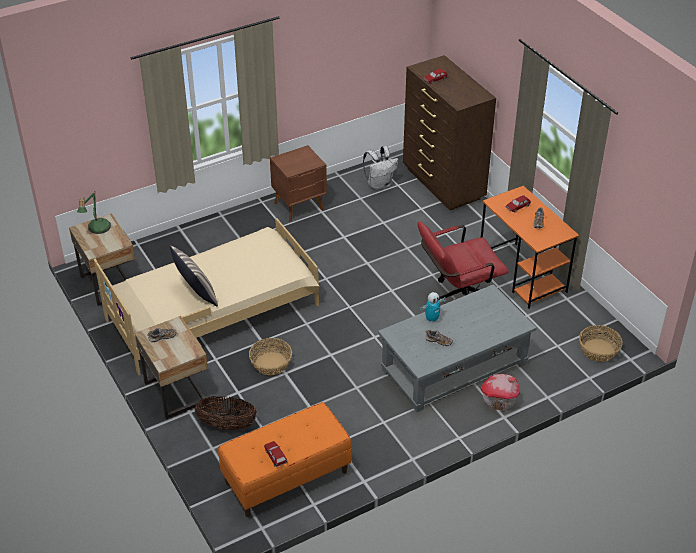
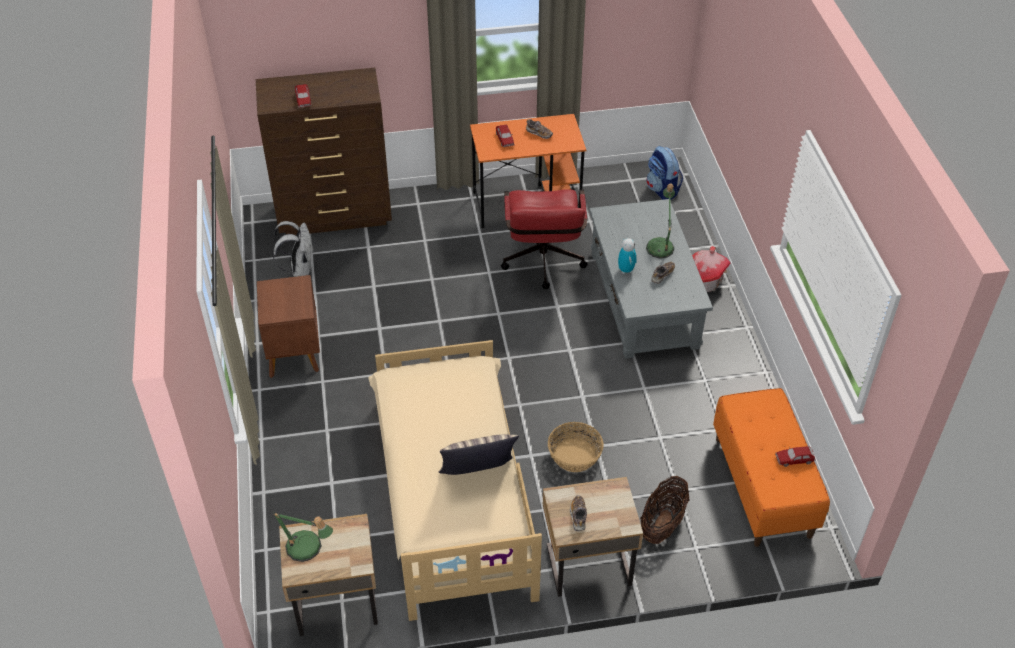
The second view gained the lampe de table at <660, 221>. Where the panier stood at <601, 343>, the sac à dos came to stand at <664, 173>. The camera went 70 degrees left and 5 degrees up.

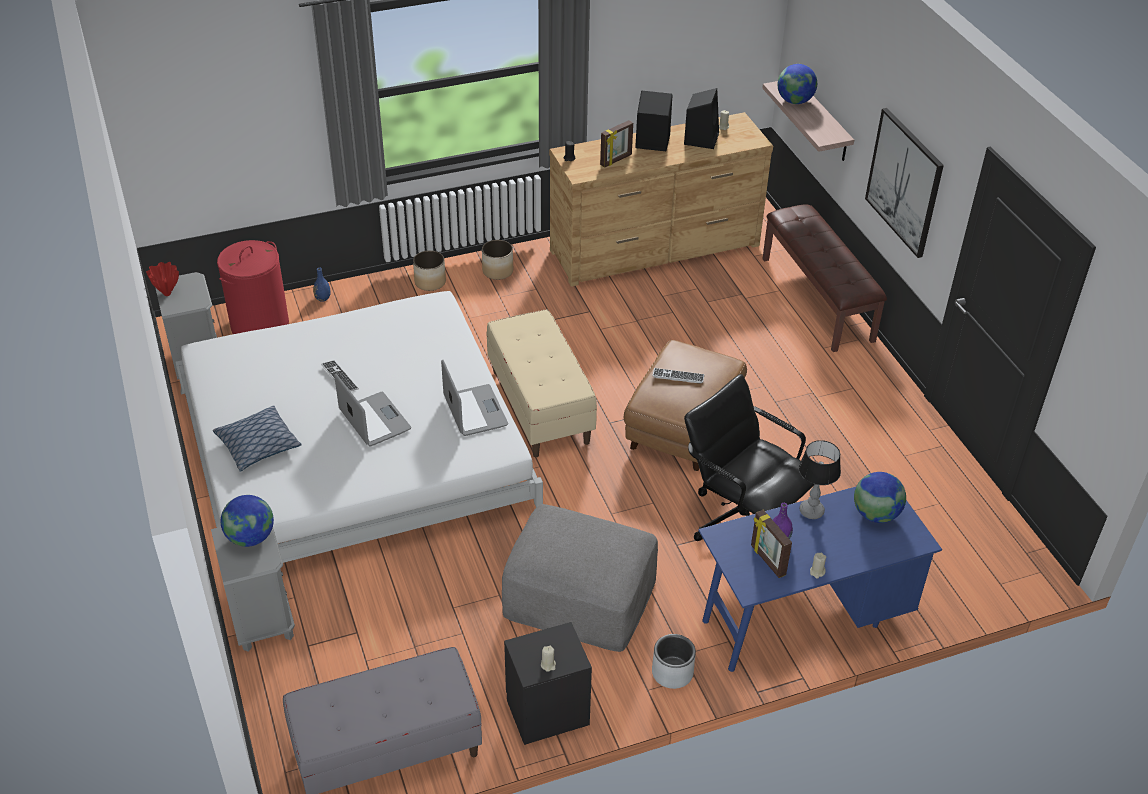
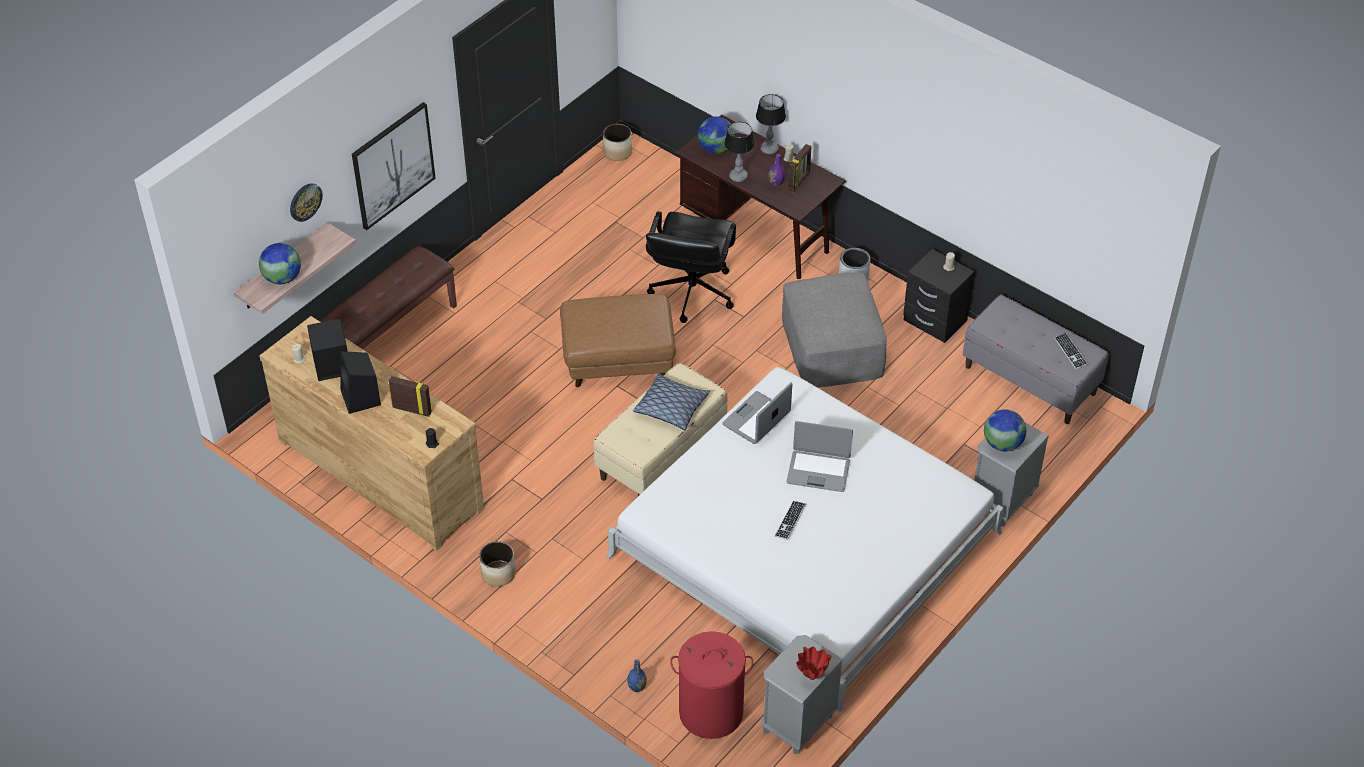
The second view gained the horloge murale at <306, 202>. The second view gained the lampe de table at <771, 124>. The coussin ended up elsewhere, having gone from <257, 438> to <671, 401>. The cache-pot ended up elsewhere, having gone from <429, 270> to <617, 142>. The clavier ended up elsewhere, having gone from <678, 376> to <1071, 351>. What was the bureau [bleu] at <820, 579> turned into the bureau [marron] at <760, 197>. The ordinateur portable at <372, 410> ended up facing another way, 105 degrees counterclockwise from before. The camera went 120 degrees left and 5 degrees up.

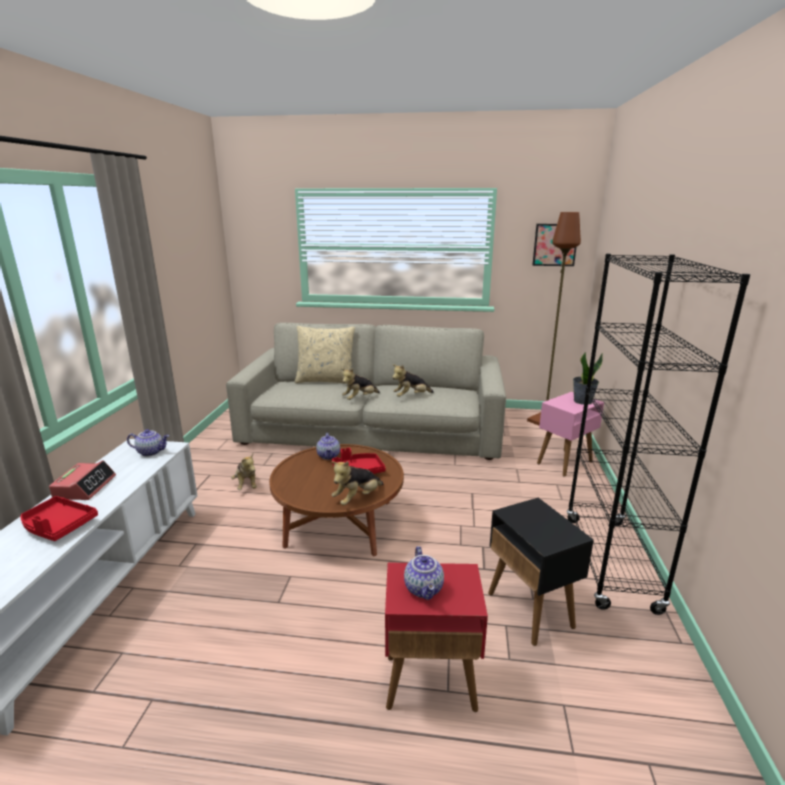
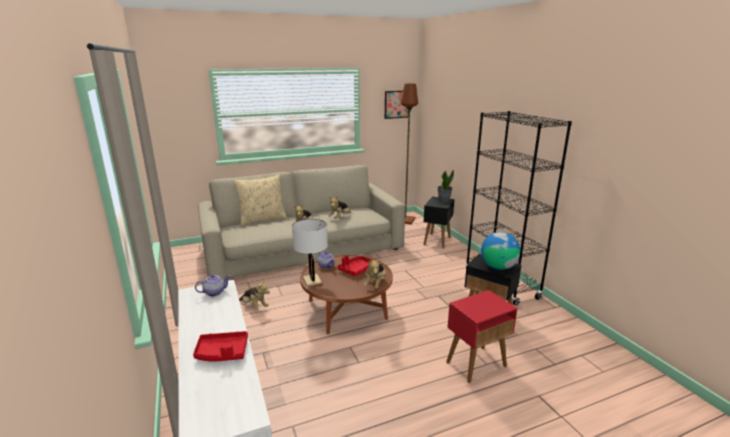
The second view lost the réveil at <82, 480>. The second view lost the théière at <424, 573>. The second view gained the lampe de table [blanc] at <310, 253>. The second view gained the globe at <500, 251>. What was the table d'appoint [rose] at <570, 434> turned into the table d'appoint [noir] at <438, 223>. The camera went 30 degrees left and 0 degrees up.

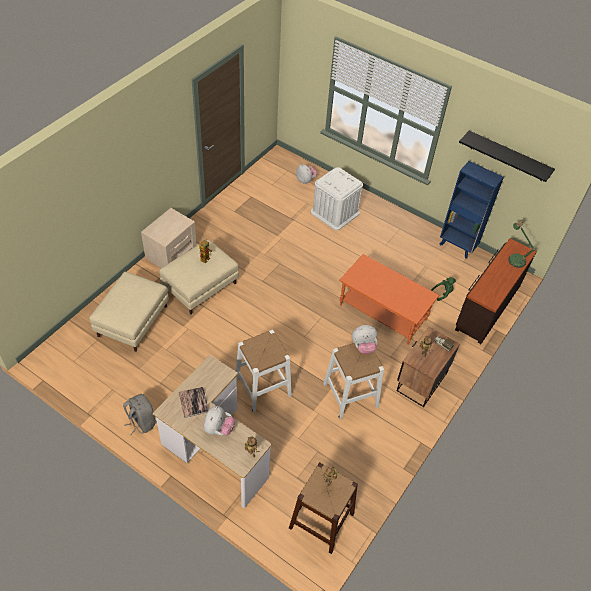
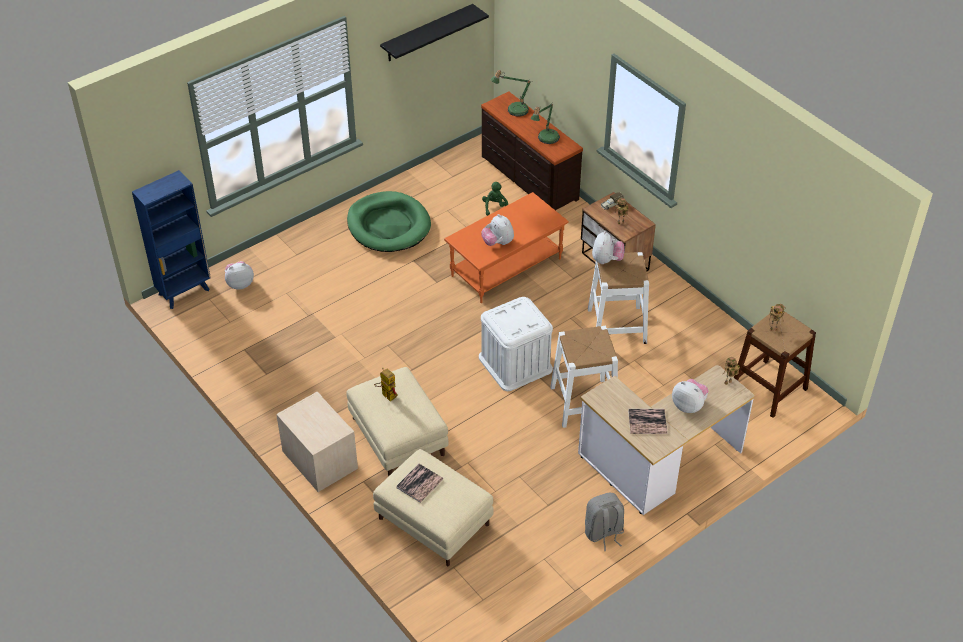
The second view gained the panier pour chien [vert] at <389, 221>. The second view gained the livre at <419, 483>. The second view gained the peluche at <497, 230>. The second view gained the lampe de table at <545, 124>. The boîte de rangement [blanc] ended up elsewhere, having gone from <337, 198> to <516, 344>. The bibliothèque [bleu] ended up elsewhere, having gone from <472, 210> to <171, 239>. The camera went 70 degrees left and 5 degrees down.

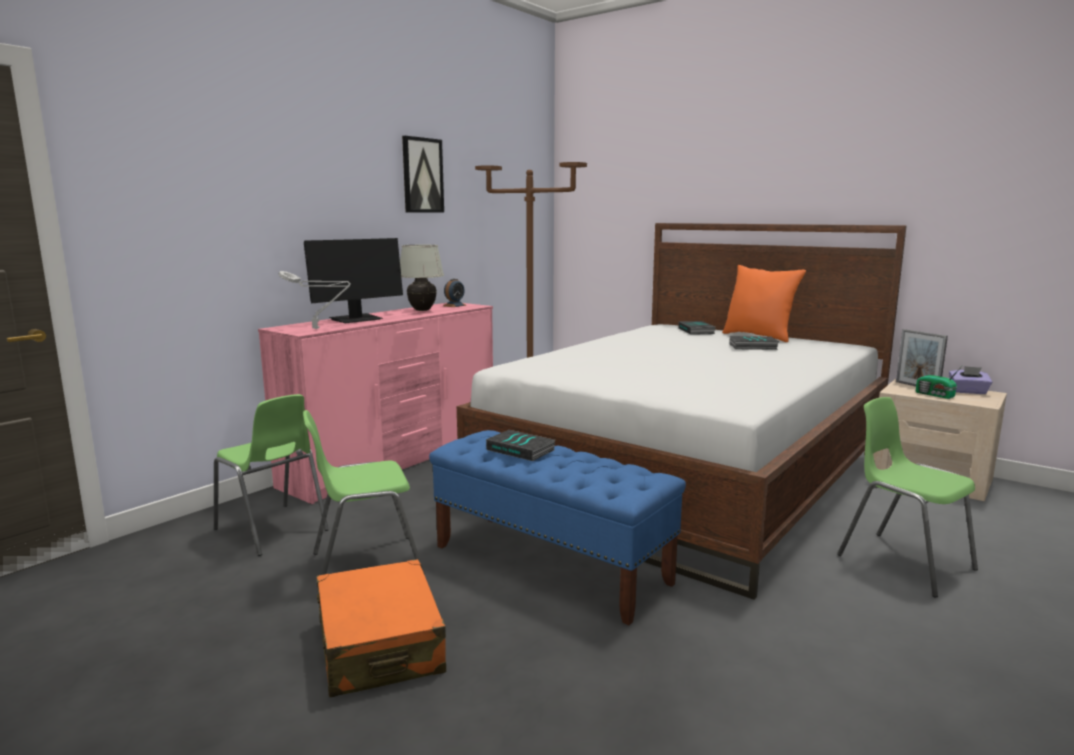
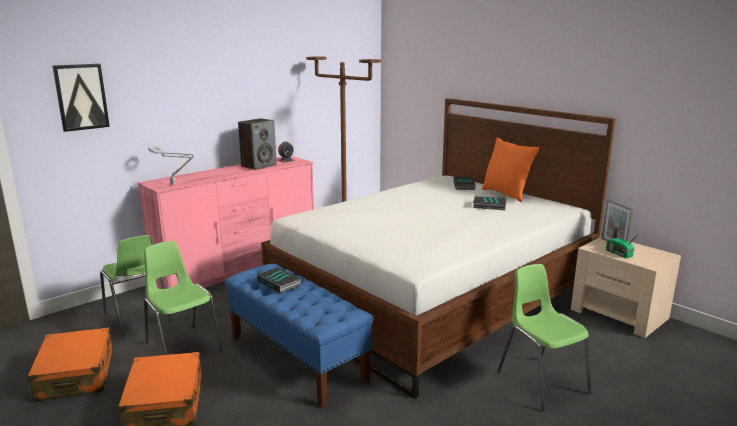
The second view lost the écran d'ordinateur at <353, 280>. The second view lost the boîte à mouchoirs [violet] at <971, 380>. The second view gained the valise [orange] at <70, 364>. The tableau ended up elsewhere, having gone from <423, 174> to <81, 98>. Where the lampe de table [blanc] stood at <422, 278>, the enceinte came to stand at <257, 144>. The chaise [vert] at <364, 500> ended up facing another way, 60 degrees clockwise from before. The camera went 10 degrees right and 5 degrees up.

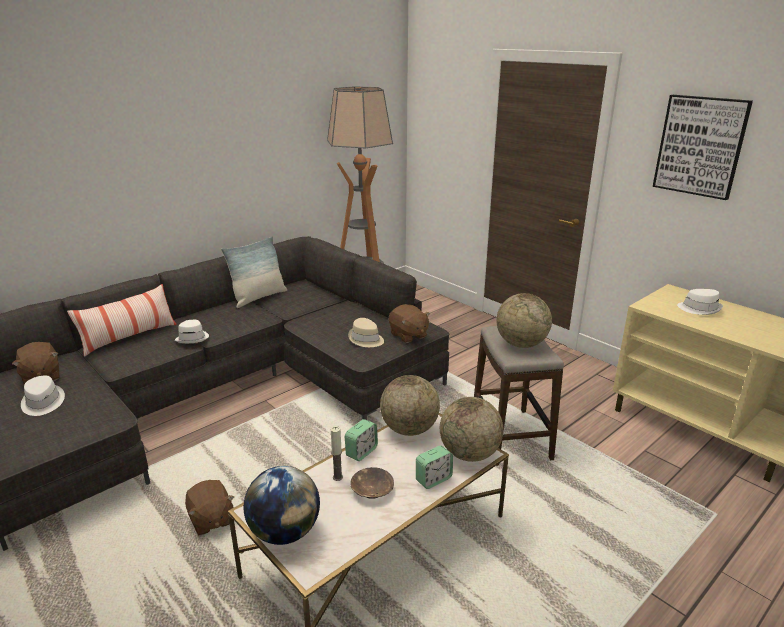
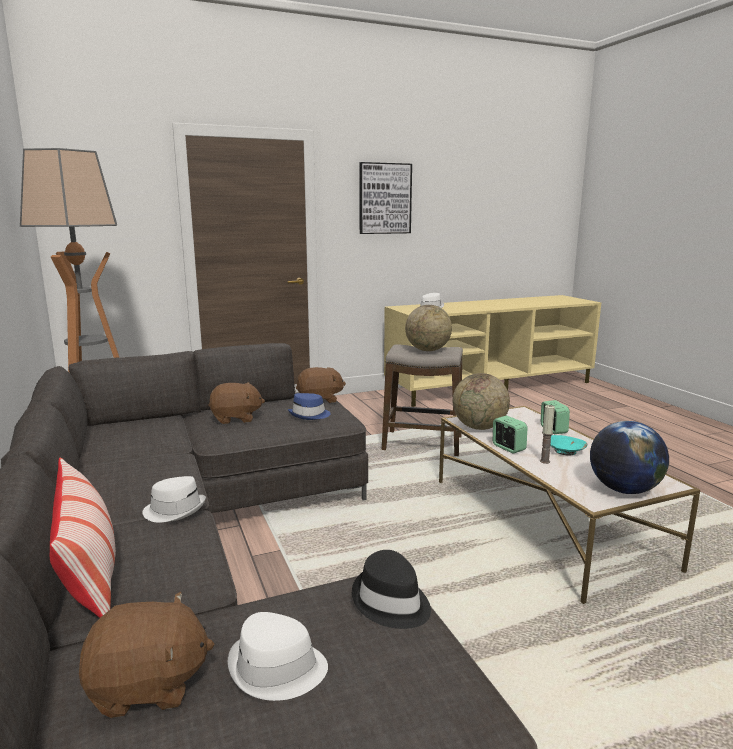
The second view lost the coussin at <254, 272>. The second view lost the globe at <472, 429>. The second view gained the chapeau [noir] at <391, 589>. The peluche [marron] ended up elsewhere, having gone from <209, 507> to <236, 403>. What was the chapeau [beige] at <366, 332> turned into the chapeau [bleu] at <309, 406>. What was the bol [marron] at <372, 483> turned into the bol [turquoise] at <569, 445>. The camera went 70 degrees left and 10 degrees down.

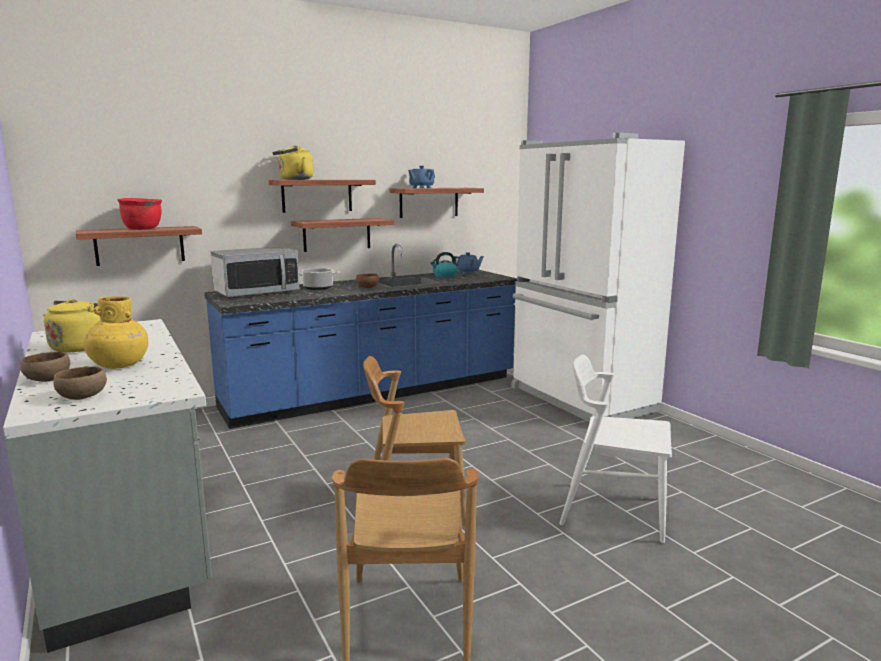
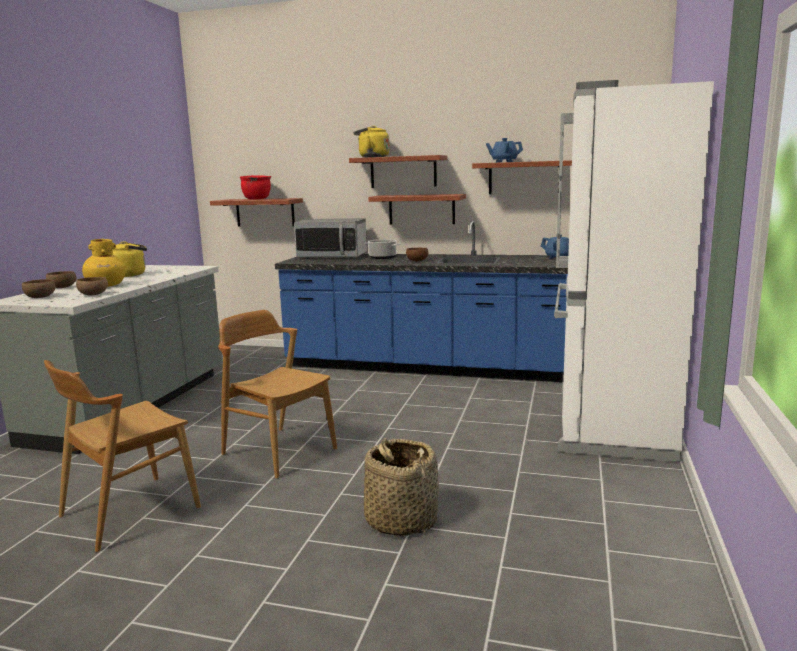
The second view lost the bouilloire at <444, 264>. The second view gained the bol [marron] at <92, 286>. Where the chaise [blanc] stood at <615, 448>, the panier came to stand at <401, 487>. The camera went 45 degrees right and 0 degrees up.

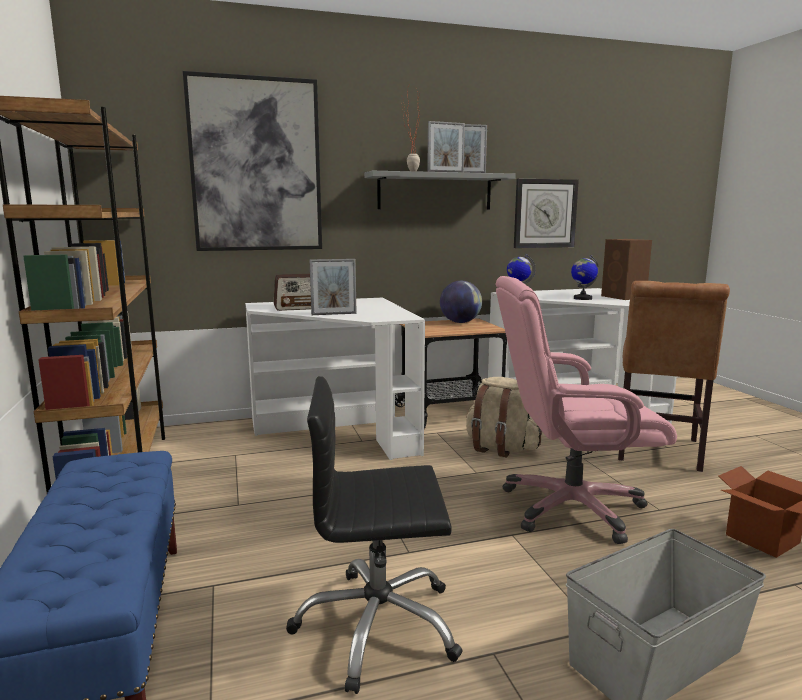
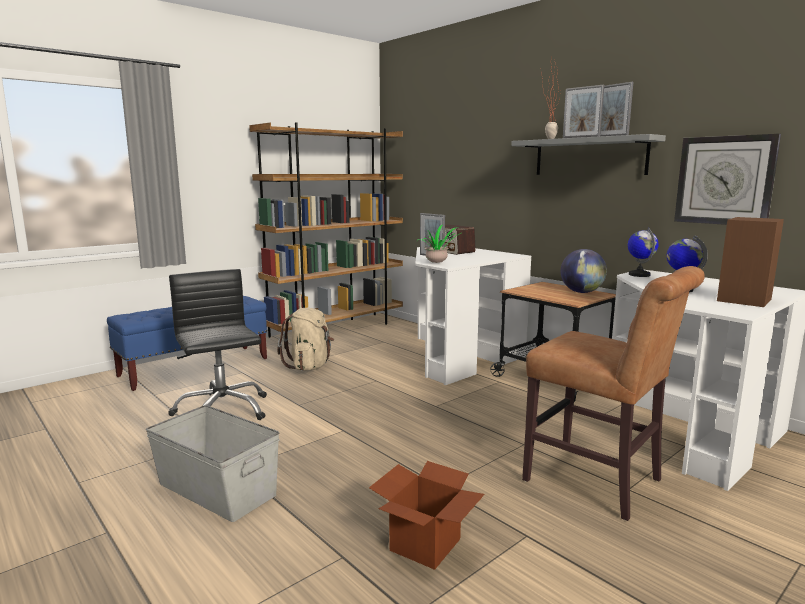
The second view lost the tableau at <252, 161>. The second view lost the chaise de bureau [rose] at <586, 410>. The second view gained the plante en pot at <440, 244>. The sac à dos [beige] ended up elsewhere, having gone from <504, 417> to <305, 339>. The chaise [marron] at <674, 376> ended up facing another way, 135 degrees counterclockwise from before. The camera went 65 degrees right and 0 degrees up.

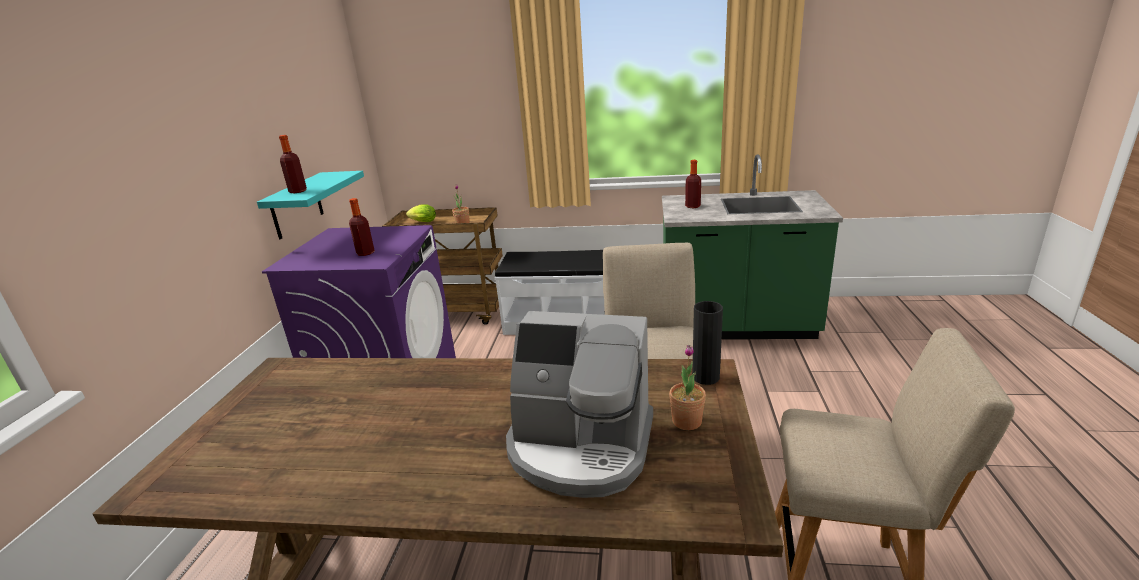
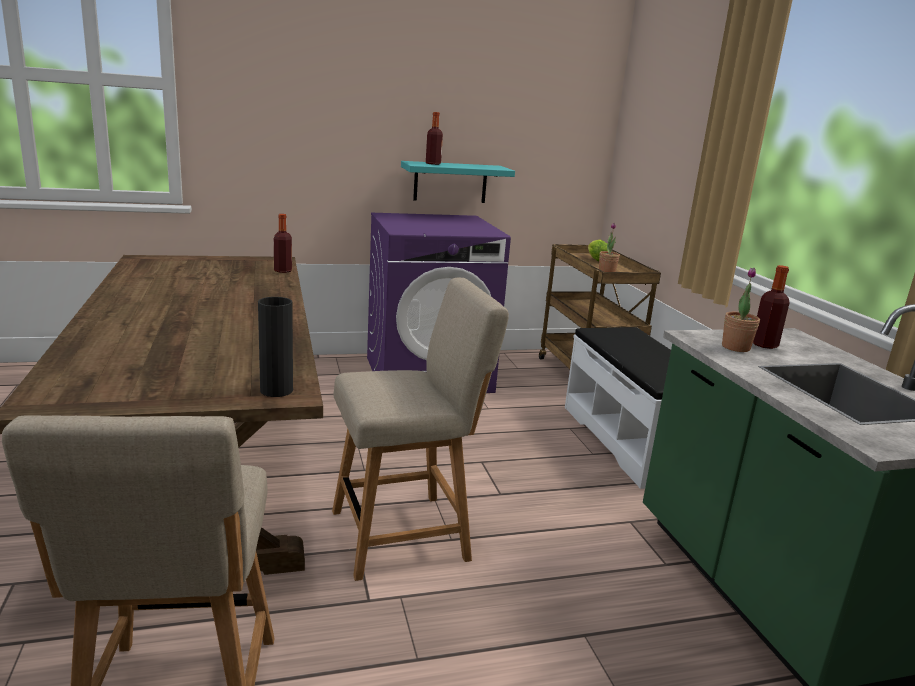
The second view lost the machine à café at <579, 404>. The bouteille ended up elsewhere, having gone from <362, 227> to <283, 243>. The plante en pot ended up elsewhere, having gone from <687, 387> to <741, 310>. The camera went 65 degrees right and 5 degrees down.

